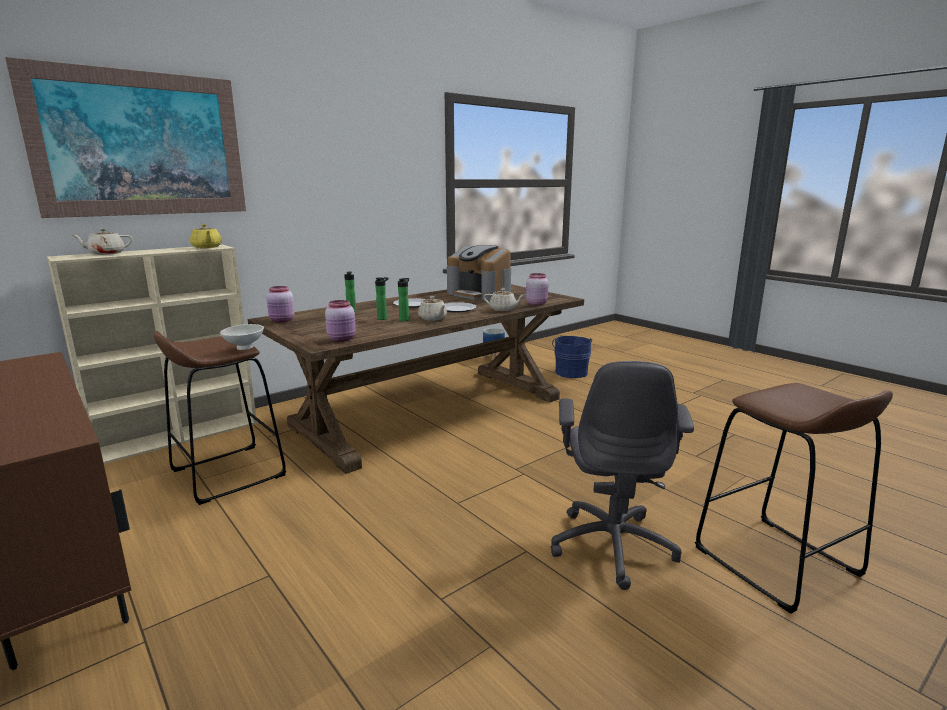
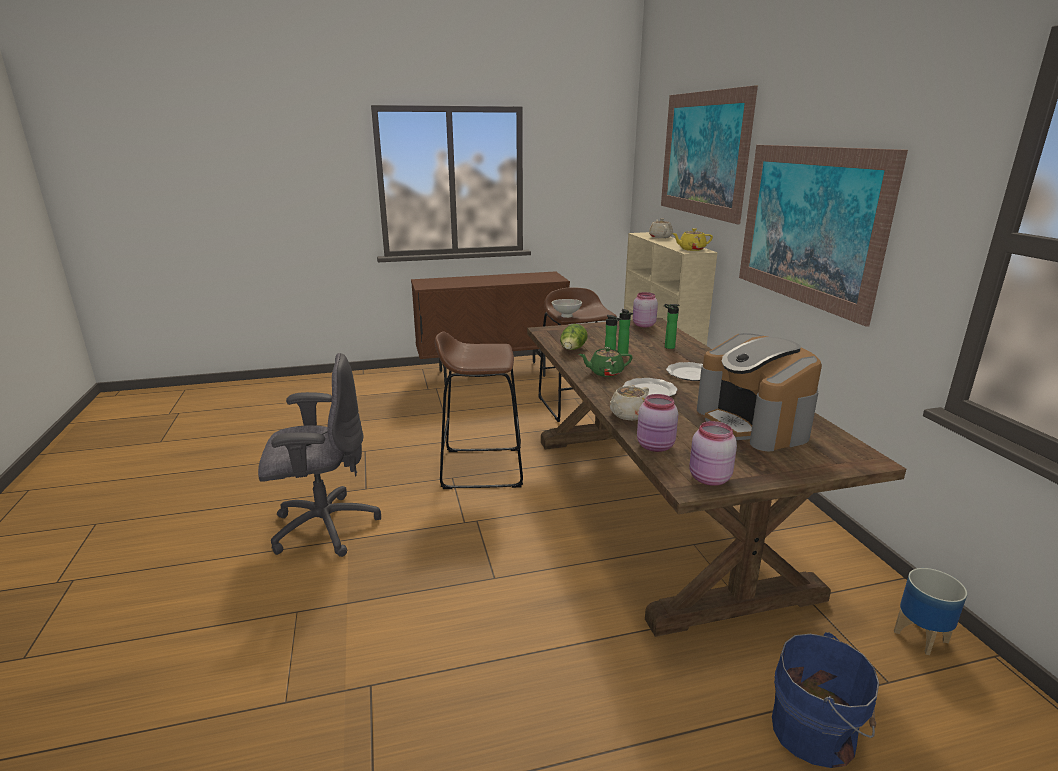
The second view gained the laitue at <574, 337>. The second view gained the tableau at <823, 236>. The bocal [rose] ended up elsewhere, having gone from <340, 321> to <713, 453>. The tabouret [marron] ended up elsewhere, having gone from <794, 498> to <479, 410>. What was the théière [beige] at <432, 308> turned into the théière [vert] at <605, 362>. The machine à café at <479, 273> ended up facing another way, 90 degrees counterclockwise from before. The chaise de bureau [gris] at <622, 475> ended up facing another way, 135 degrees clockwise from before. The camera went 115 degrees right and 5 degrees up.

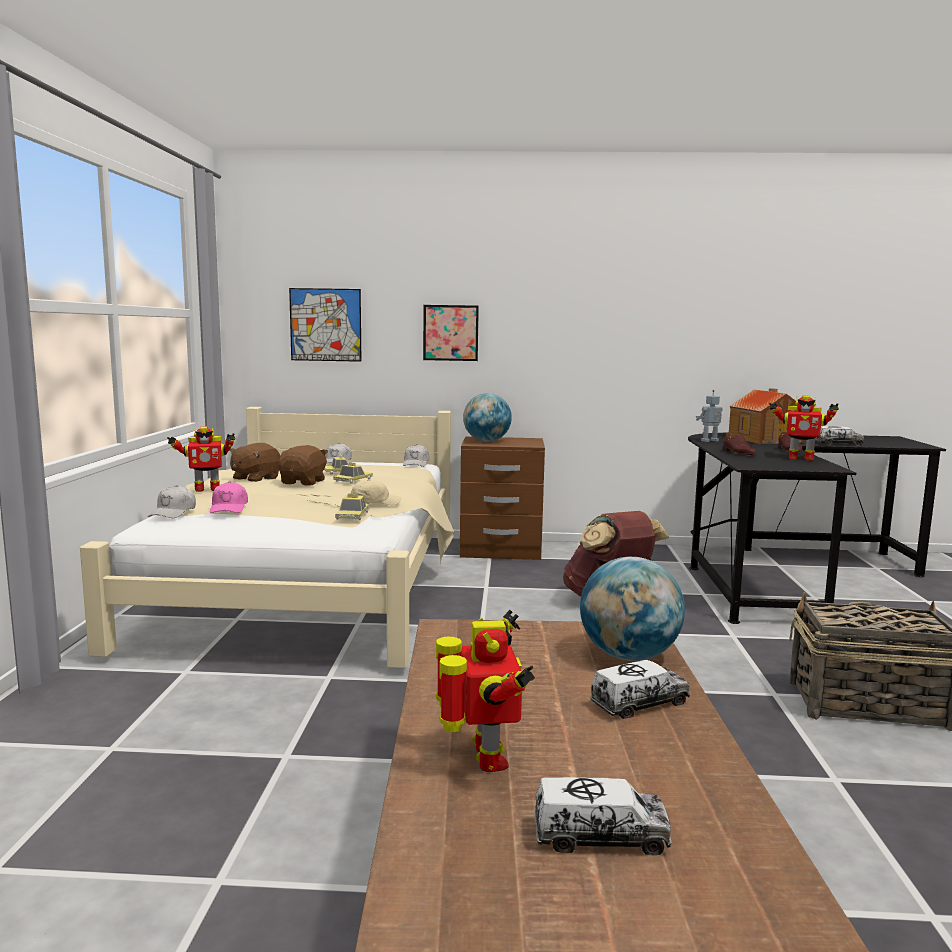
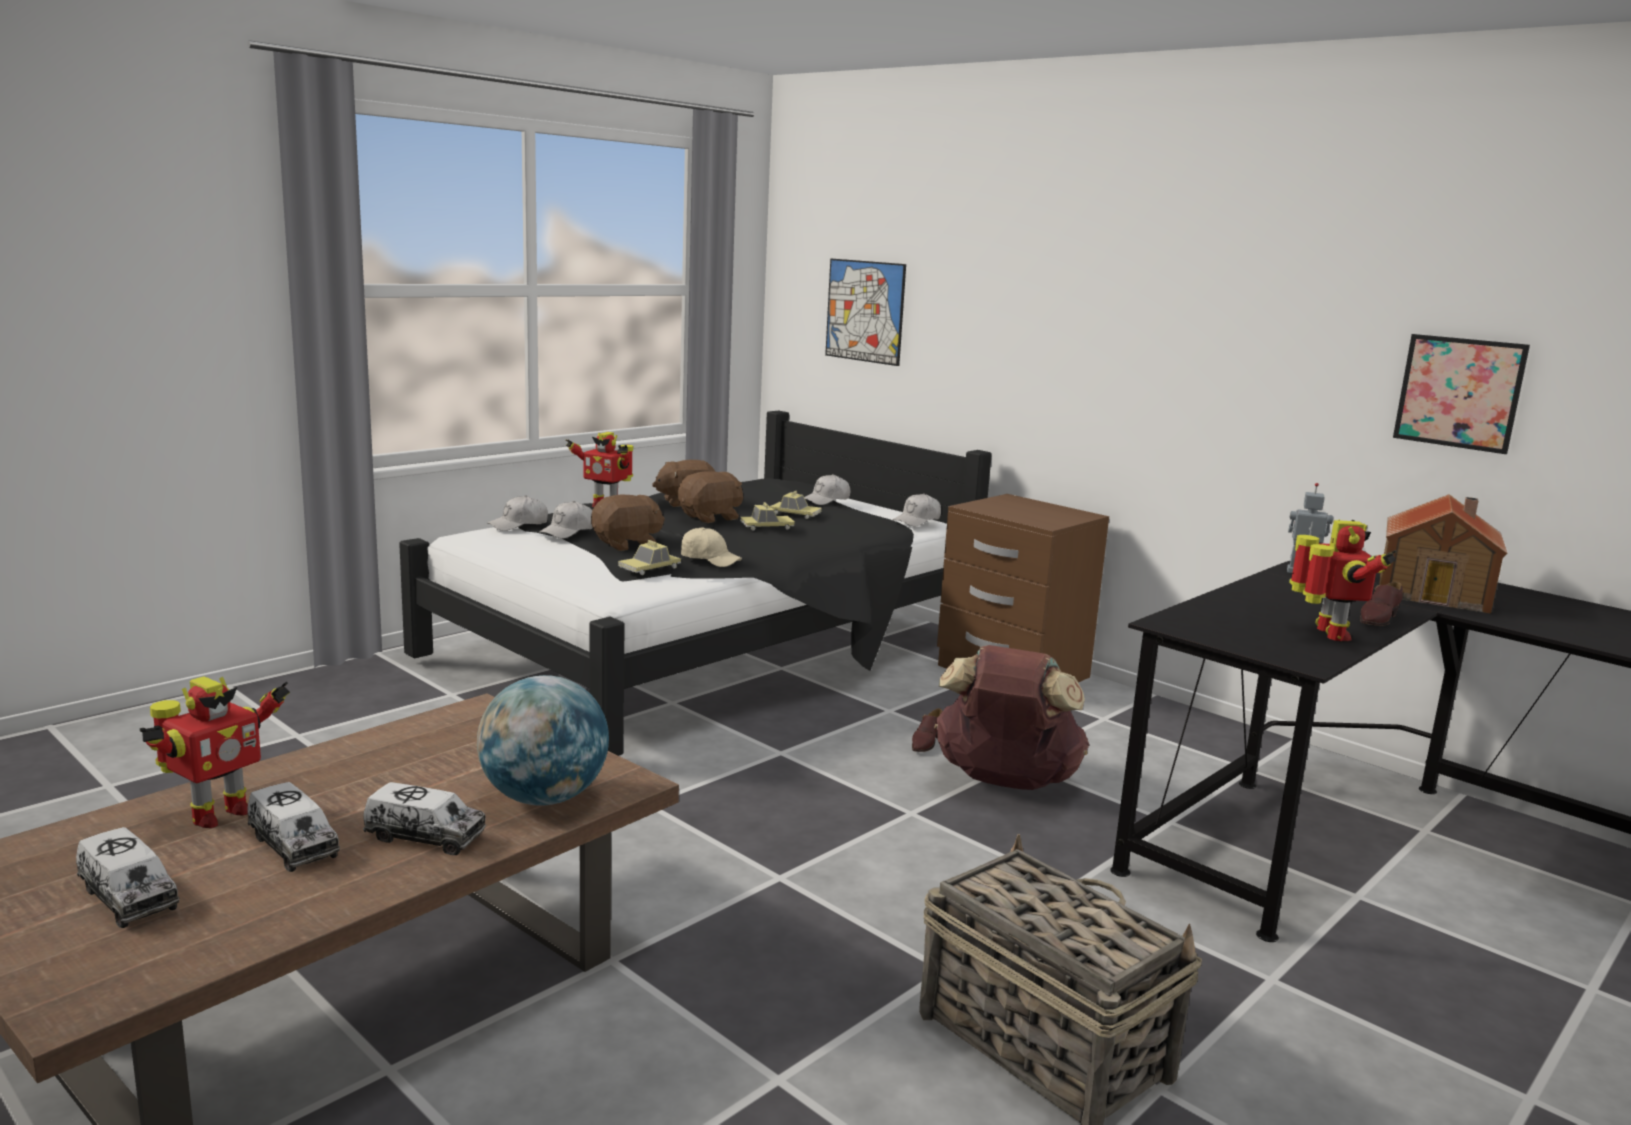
The second view lost the globe at <487, 417>. The second view gained the peluche [marron] at <628, 523>. The tableau ended up elsewhere, having gone from <451, 333> to <1461, 394>. The chaussure [marron] ended up elsewhere, having gone from <739, 444> to <927, 730>. The camion jouet ended up elsewhere, having gone from <839, 436> to <293, 827>. What was the lit [beige] at <267, 537> turned into the lit [noir] at <695, 583>. What was the casquette [rose] at <229, 497> turned into the casquette [blanc] at <565, 520>. The robot jouet at <804, 428> ended up facing another way, 150 degrees counterclockwise from before. The camera went 40 degrees right and 5 degrees up.

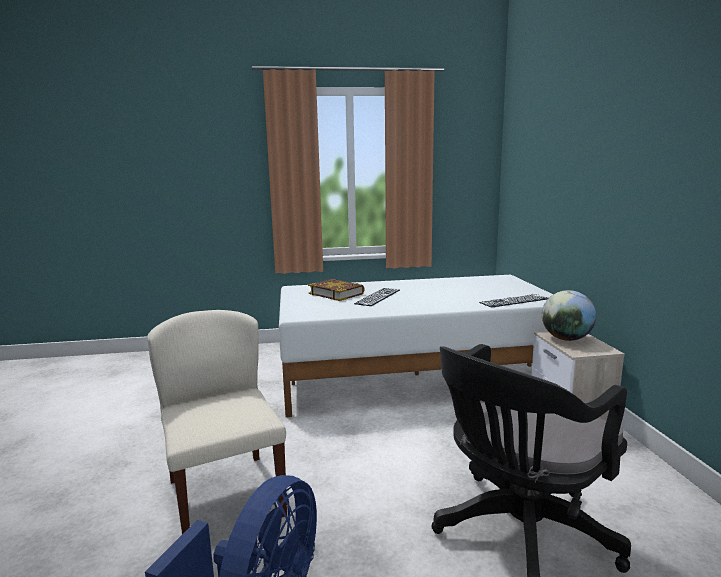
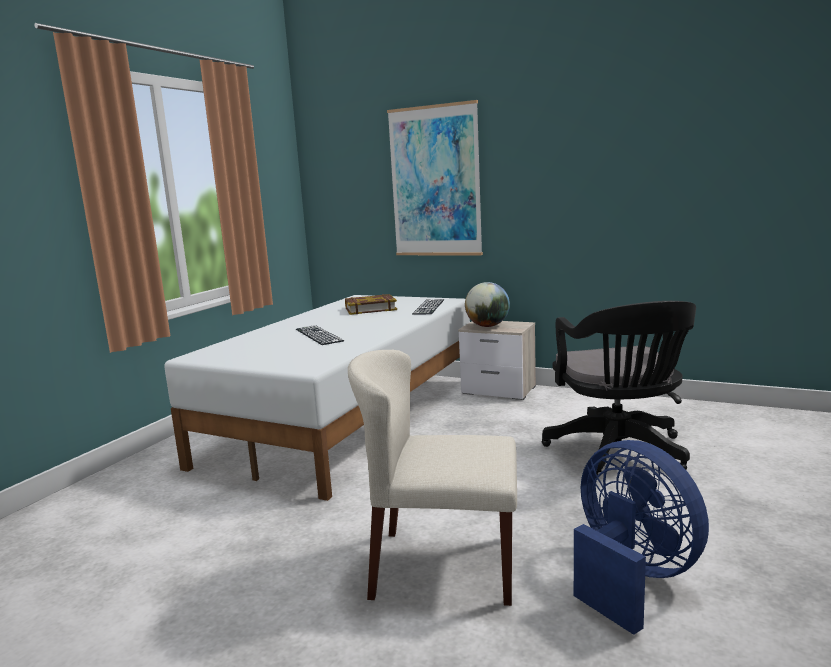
The second view gained the tableau at <435, 177>. The livre ended up elsewhere, having gone from <336, 290> to <371, 304>. The camera went 55 degrees left and 0 degrees up.

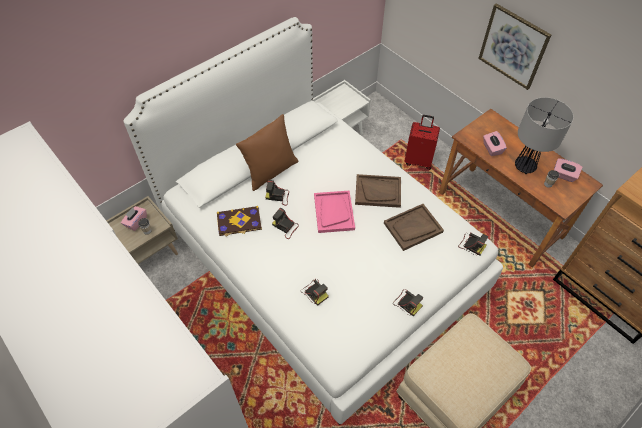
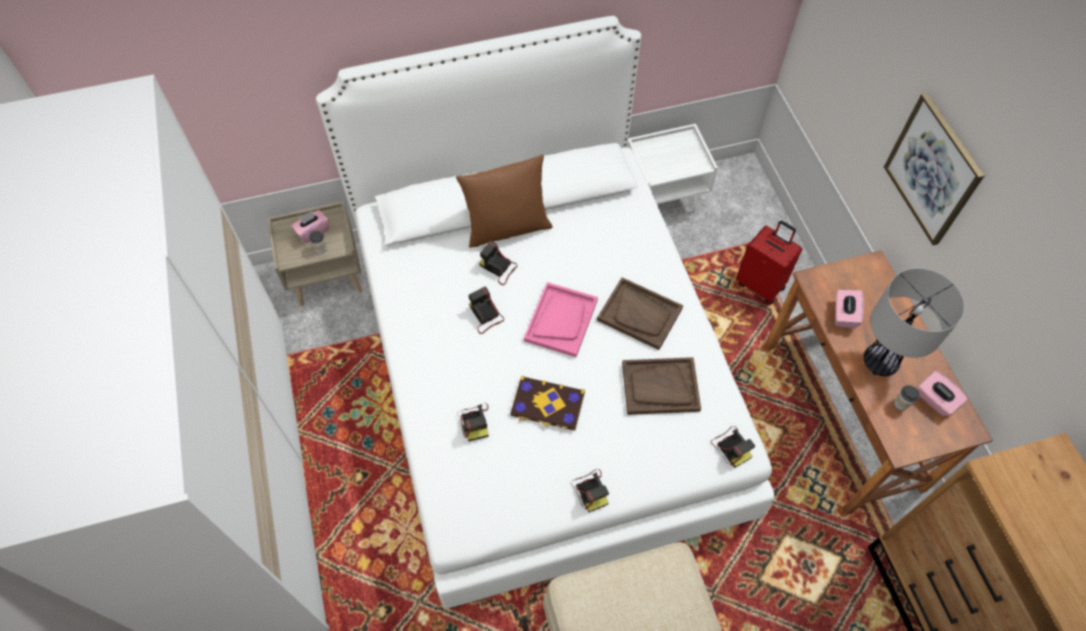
The livre ended up elsewhere, having gone from <239, 221> to <547, 403>. The camera went 25 degrees right and 5 degrees up.

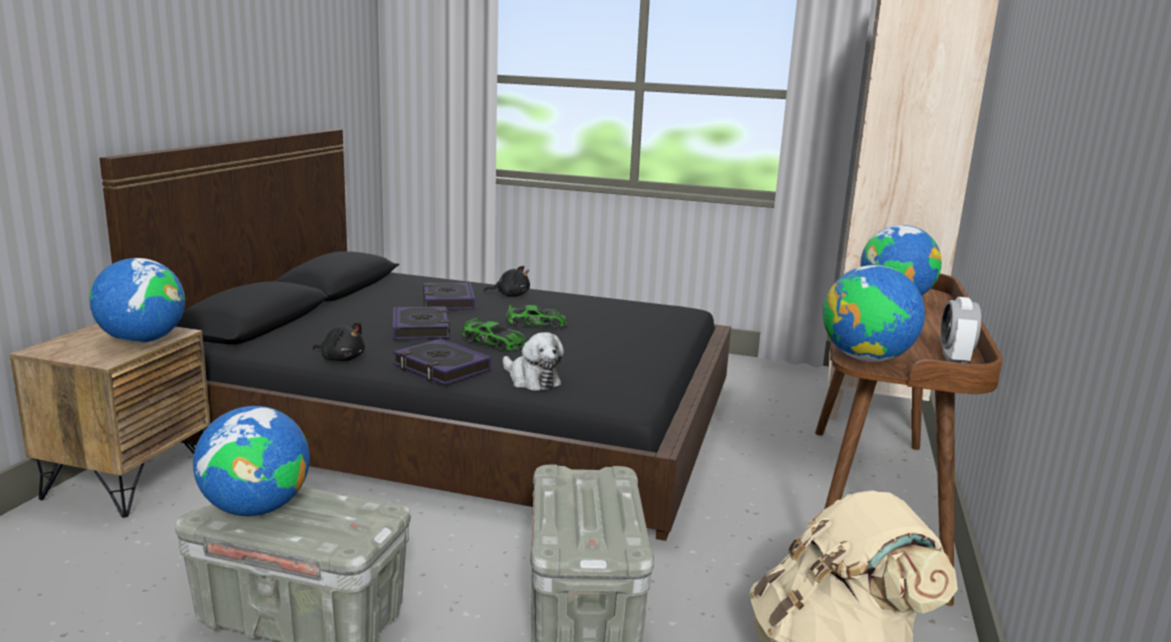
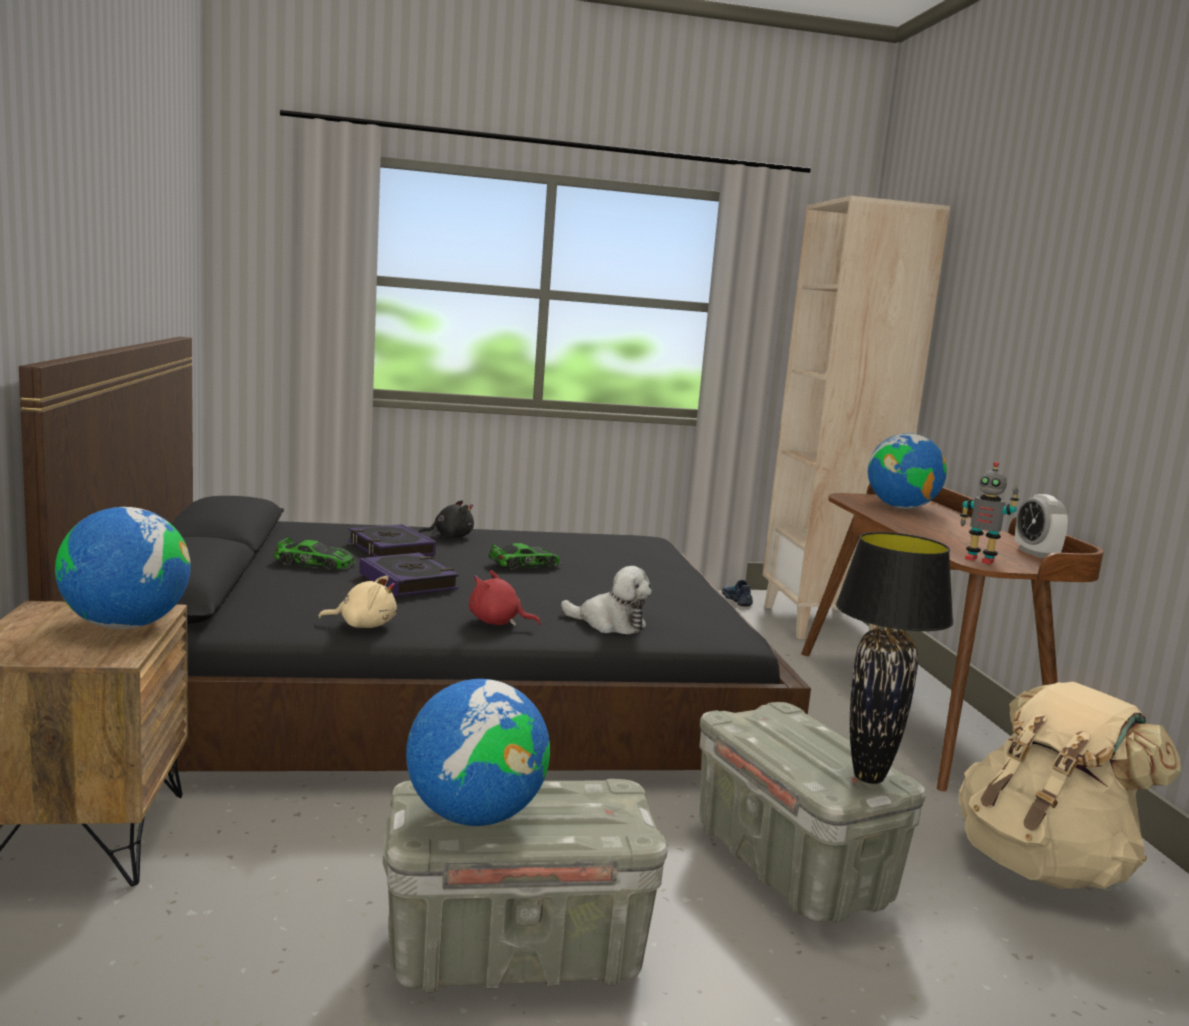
The second view gained the chaussure at <737, 593>. The second view gained the lampe de table [noir] at <895, 658>. The petite voiture ended up elsewhere, having gone from <494, 334> to <315, 553>. Where the livre stood at <442, 362>, the peluche [rouge] came to stand at <505, 598>. Where the globe stood at <874, 313>, the robot jouet came to stand at <989, 513>. What was the peluche [noir] at <339, 341> turned into the peluche [beige] at <357, 602>. The camera went 25 degrees left and 5 degrees down.

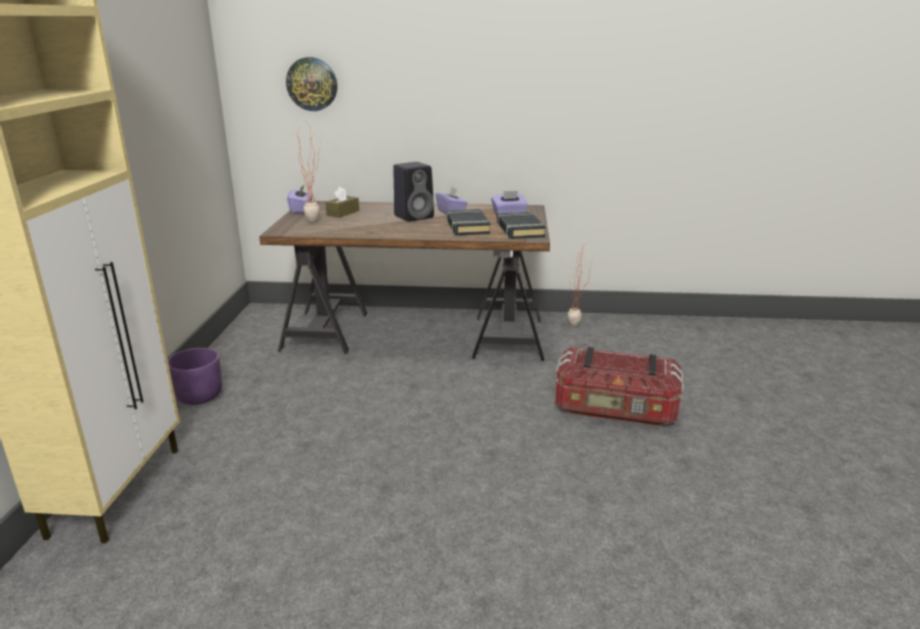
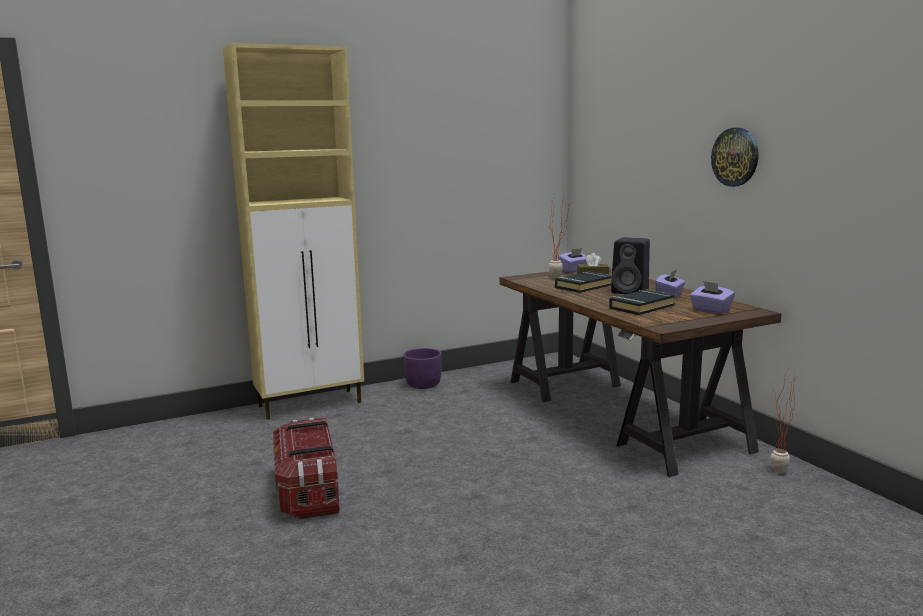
The horloge murale ended up elsewhere, having gone from <311, 84> to <734, 157>. The livre [noir] ended up elsewhere, having gone from <521, 225> to <583, 282>. The boîte de rangement ended up elsewhere, having gone from <619, 386> to <306, 468>. The camera went 60 degrees right and 10 degrees down.

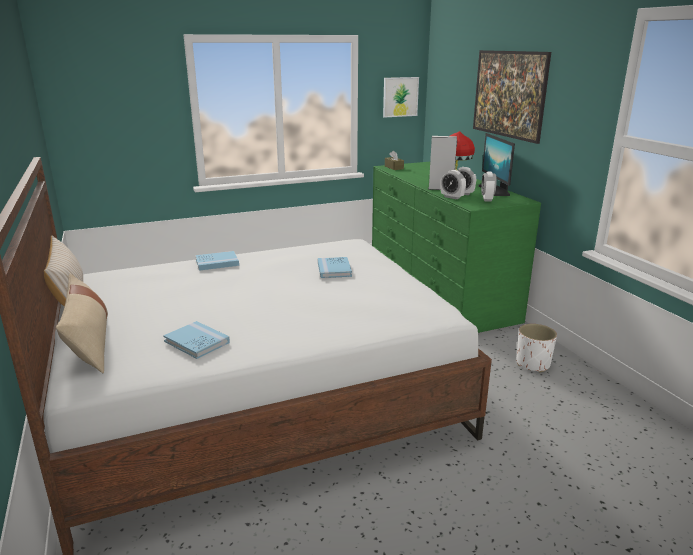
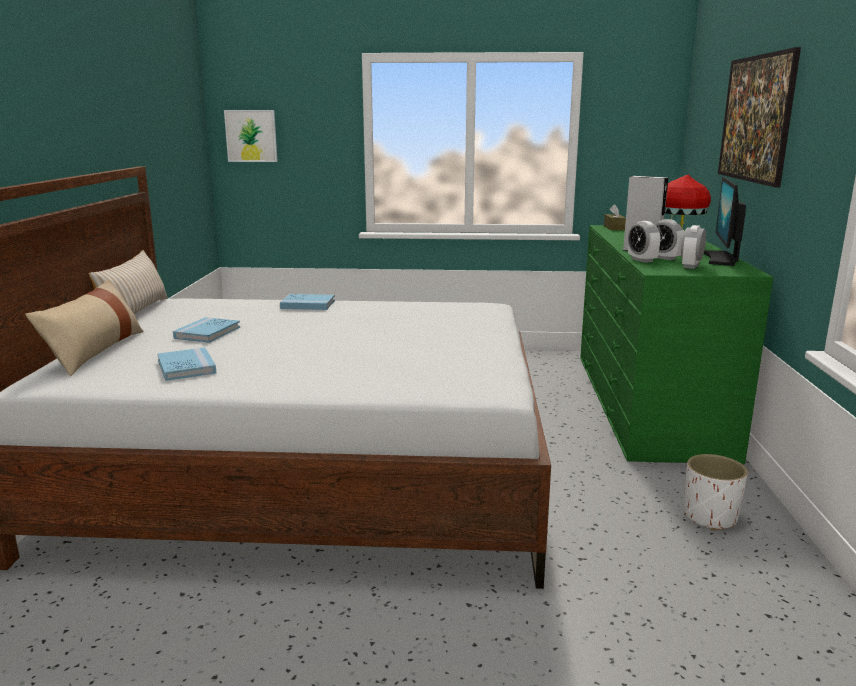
The livre [bleu] ended up elsewhere, having gone from <335, 267> to <206, 330>. The tableau ended up elsewhere, having gone from <401, 97> to <251, 136>. The camera went 25 degrees right and 5 degrees down.

